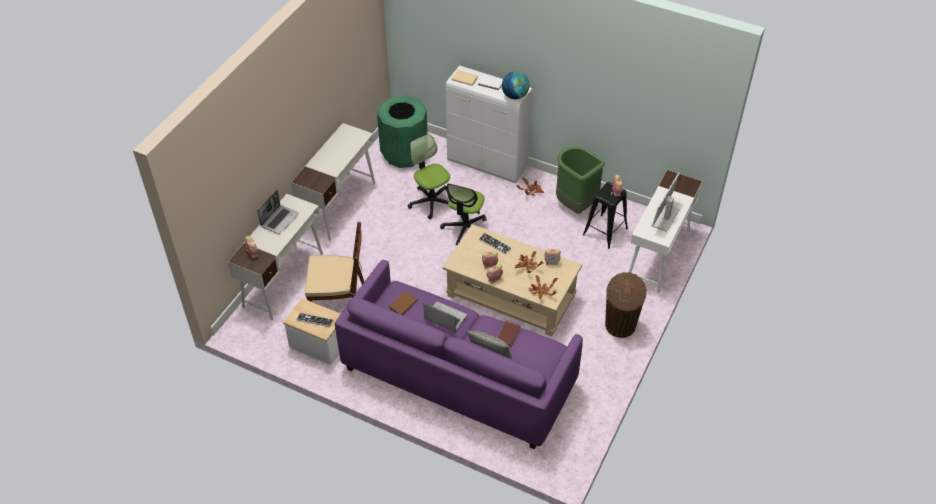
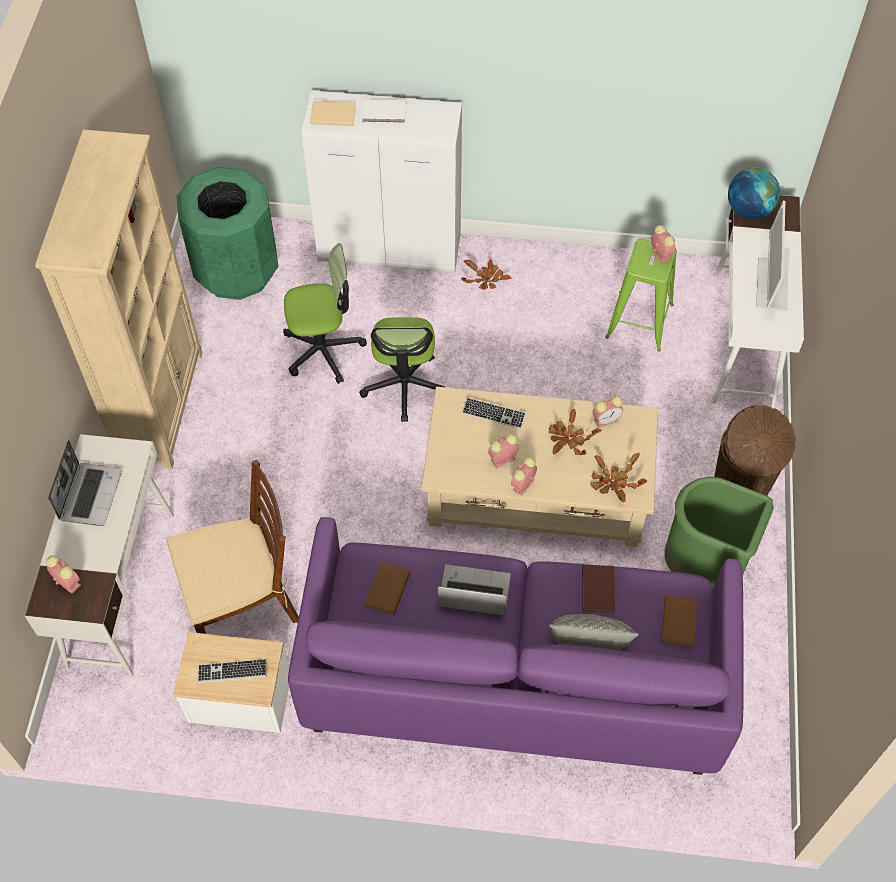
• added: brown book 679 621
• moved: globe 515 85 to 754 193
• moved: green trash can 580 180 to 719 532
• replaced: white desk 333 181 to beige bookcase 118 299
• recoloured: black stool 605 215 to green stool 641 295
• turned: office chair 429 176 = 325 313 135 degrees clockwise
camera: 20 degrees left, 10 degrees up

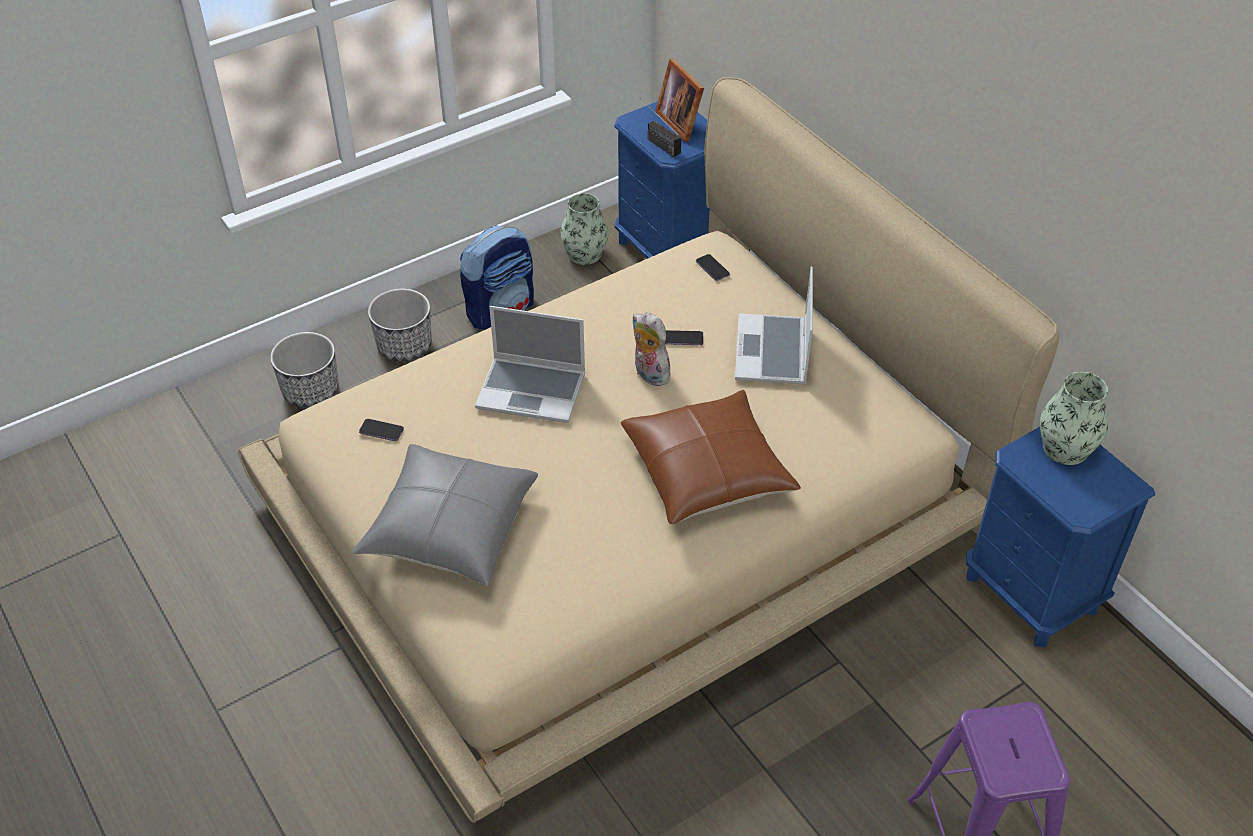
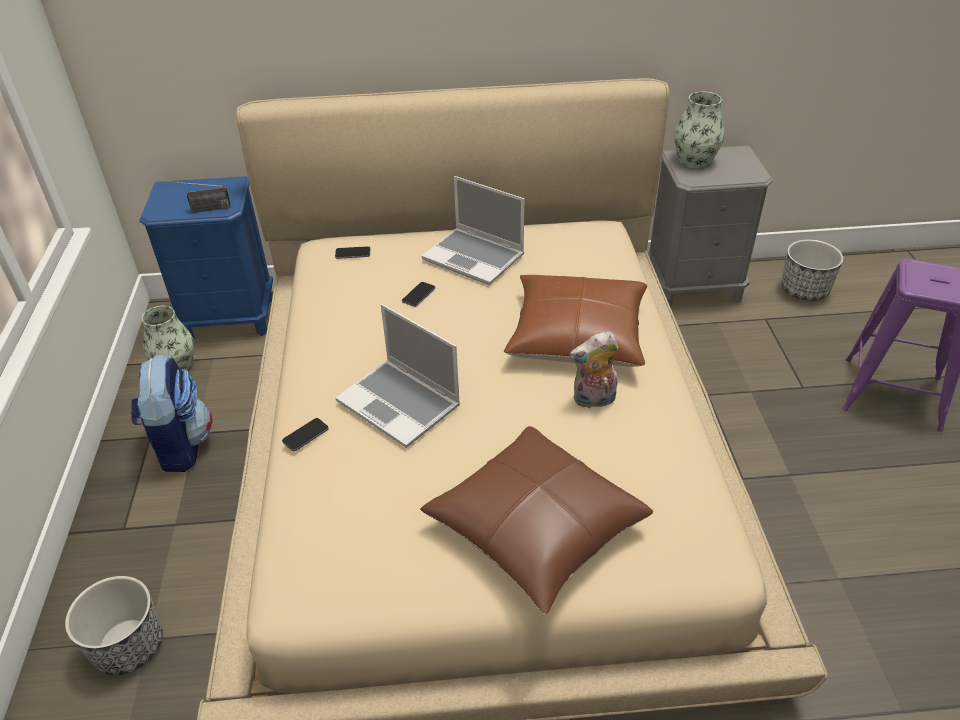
• removed: picture frame 679 100
• moved: phone 381 430 to 305 434
• moved: planter 400 325 to 812 270
• moved: plush toy 651 349 to 594 369
• recoloured: grey pillow 445 515 to brown pillow 536 520
• recoloured: blue nightstand 1061 537 to grey nightstand 710 226
• turned: laptop 530 364 = 397 376 90 degrees clockwise
camera: 60 degrees left, 5 degrees down

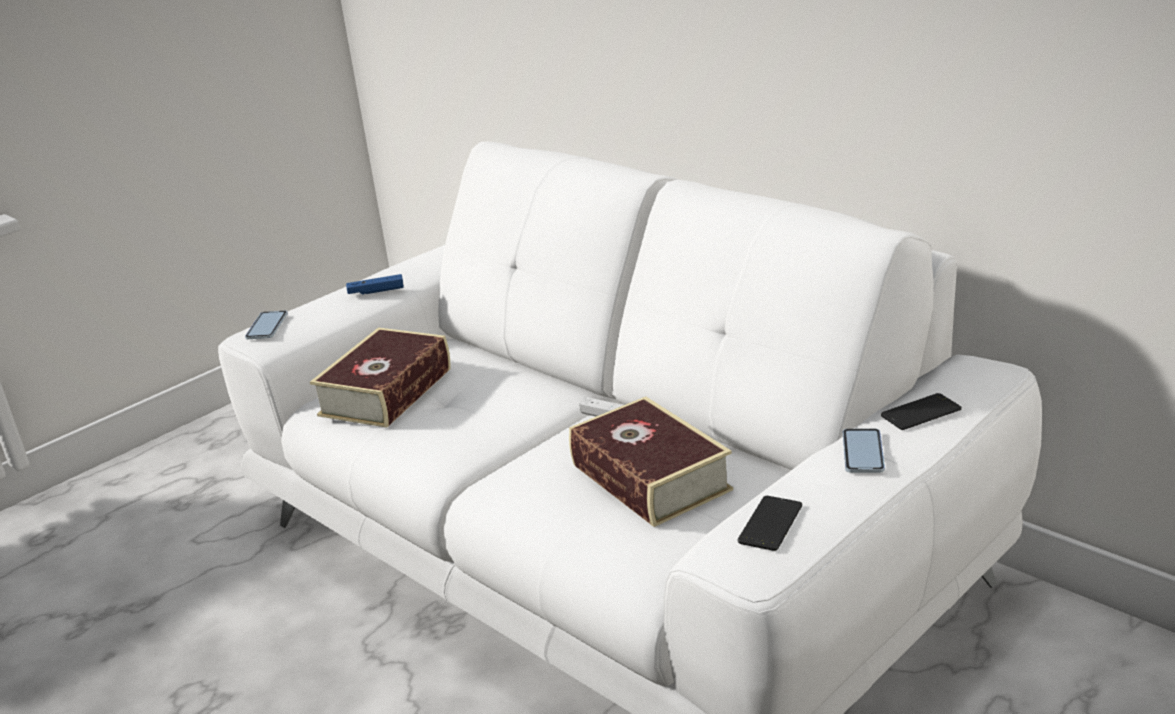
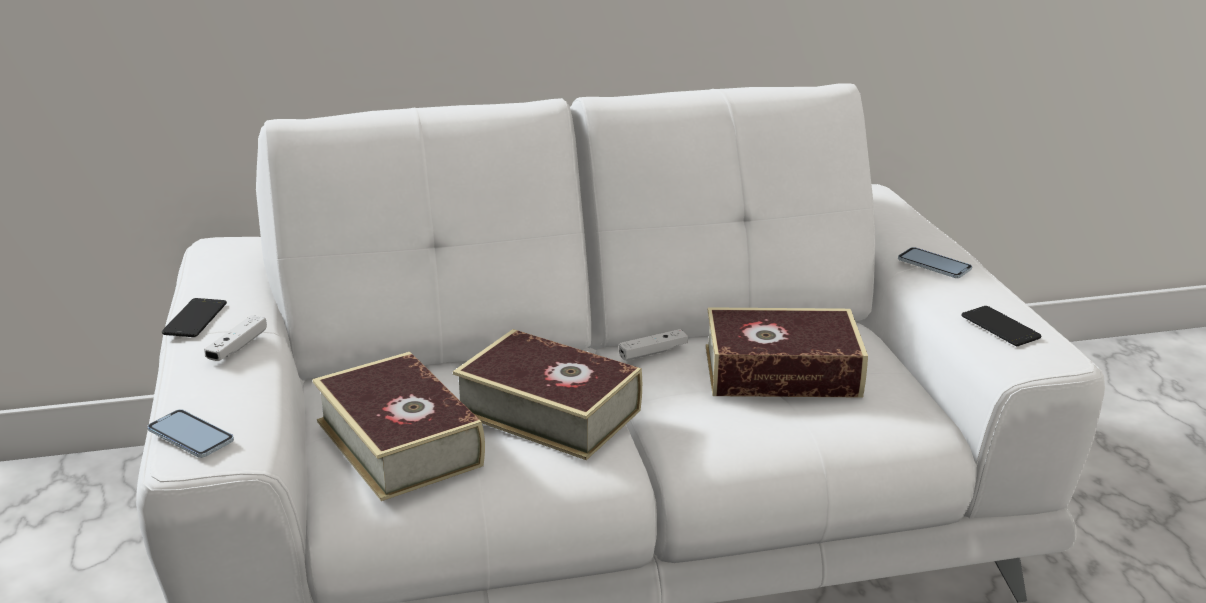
• added: book 547 394
• moved: phone 921 411 to 194 317
• recoloured: blue game controller 375 284 to white game controller 235 338
camera: 60 degrees left, 0 degrees up

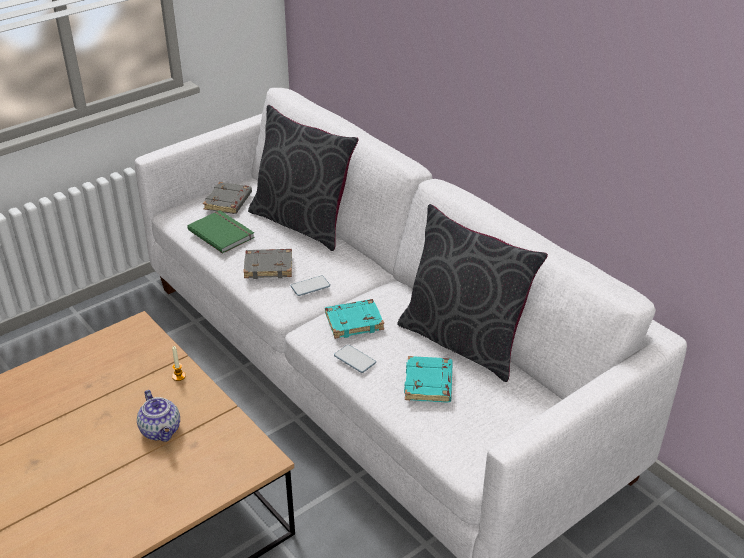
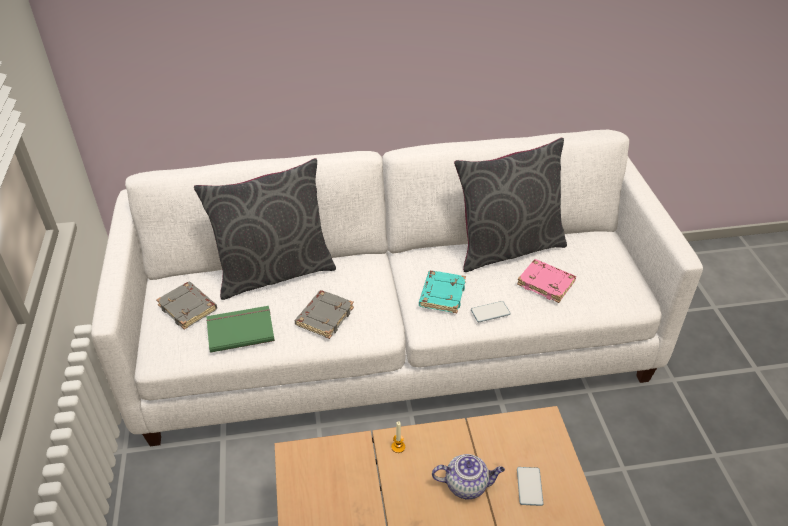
• moved: phone 310 285 to 530 486
• recoloured: turquoise book 428 379 to pink book 546 281
camera: 60 degrees left, 5 degrees up

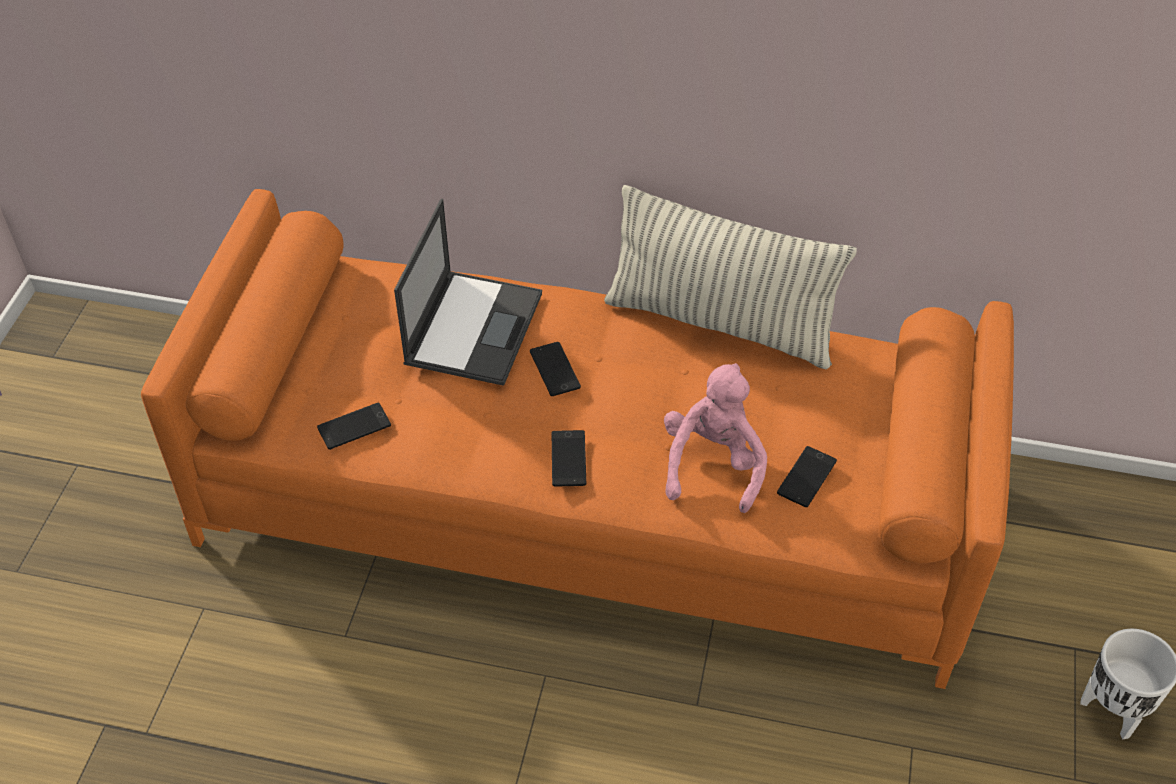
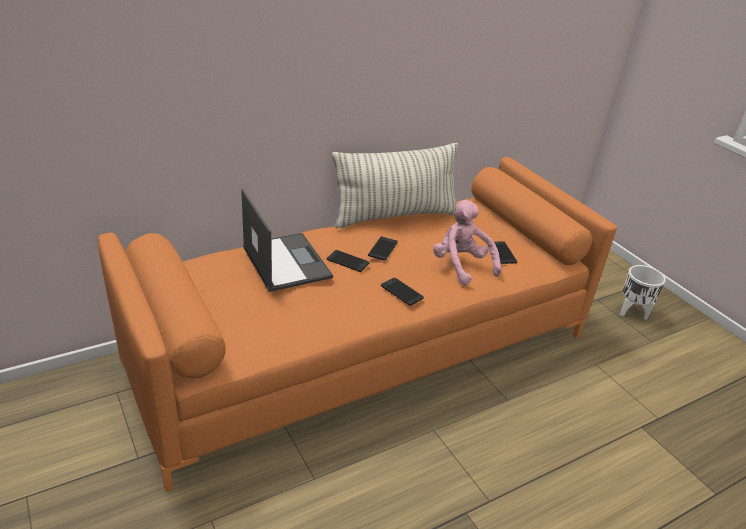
• moved: phone 354 426 to 383 249
camera: 45 degrees left, 15 degrees down

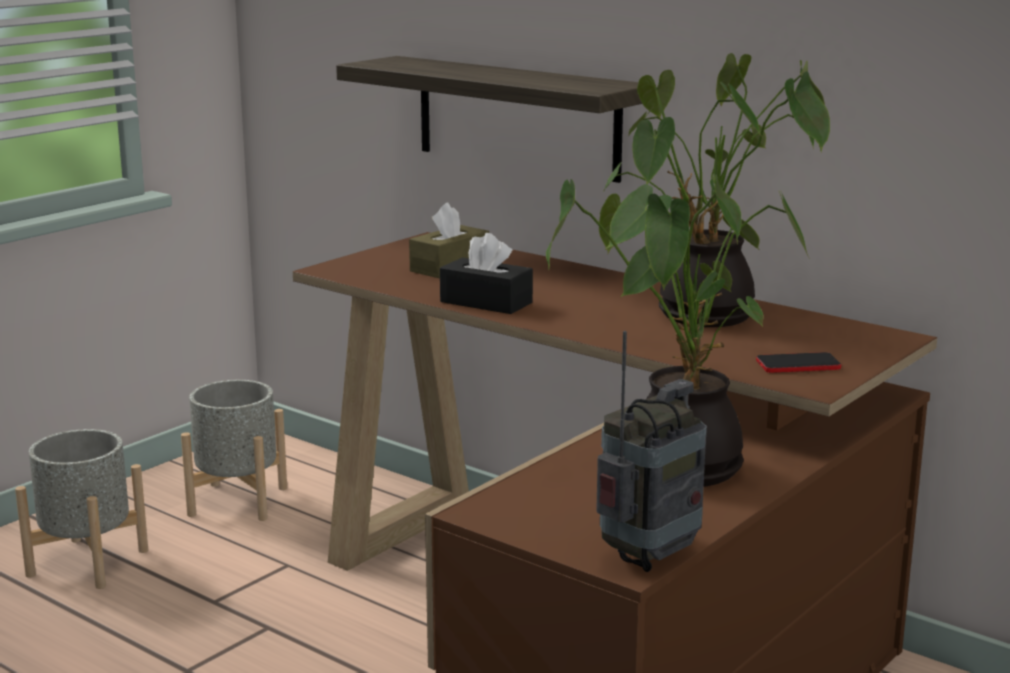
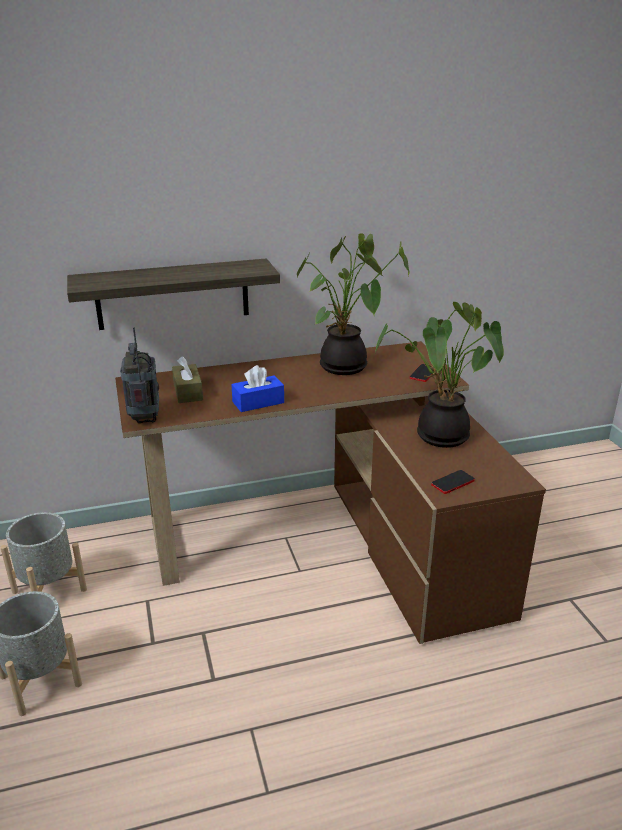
• added: phone 453 482
• moved: radio 651 451 to 139 375
• recoloured: black tissue box 486 273 to blue tissue box 257 388
camera: 55 degrees left, 10 degrees up

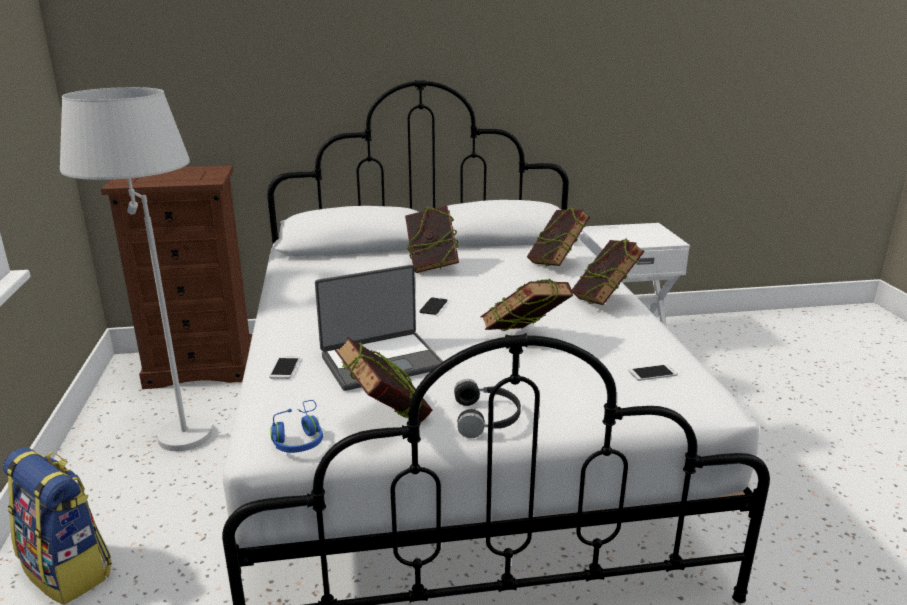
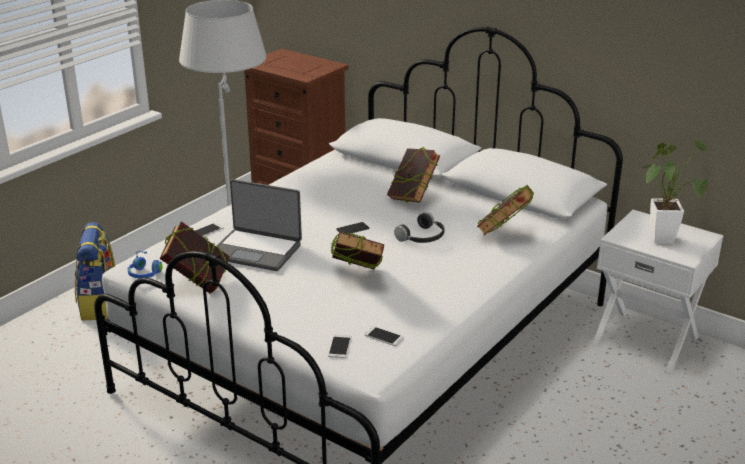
• removed: book 608 272
• added: phone 339 346
• added: potted plant 674 191
• moved: black headphones 487 408 to 419 227
camera: 45 degrees right, 5 degrees up

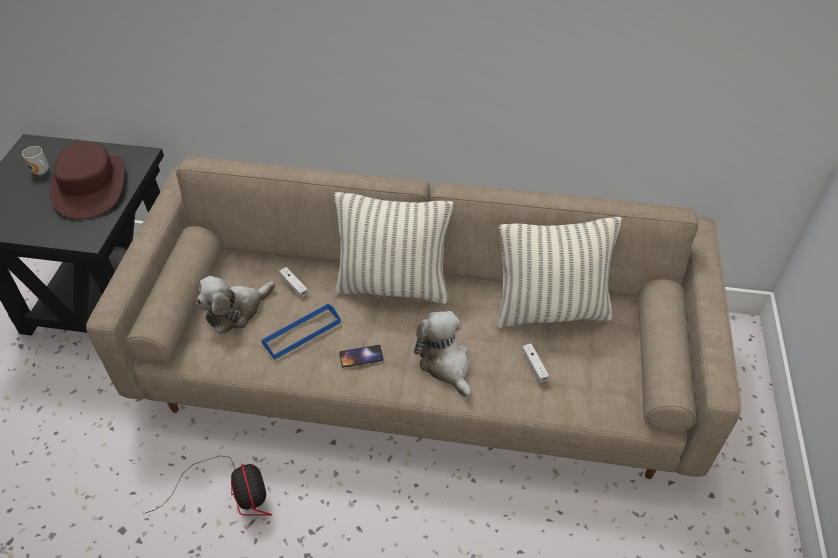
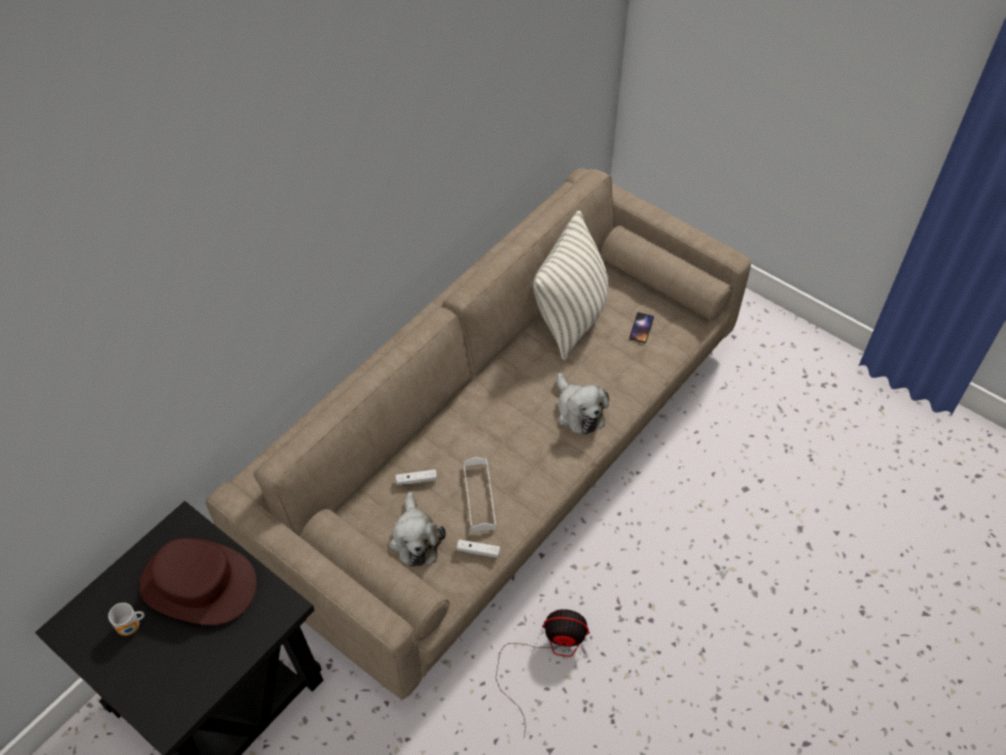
• removed: pillow 393 248
• moved: phone 361 356 to 641 327
• moved: white game controller 535 363 to 478 549
• recoloured: blue tray 301 331 to white tray 479 494
• turned: plush toy 442 354 = 583 403 120 degrees counterclockwise
camera: 60 degrees left, 5 degrees up

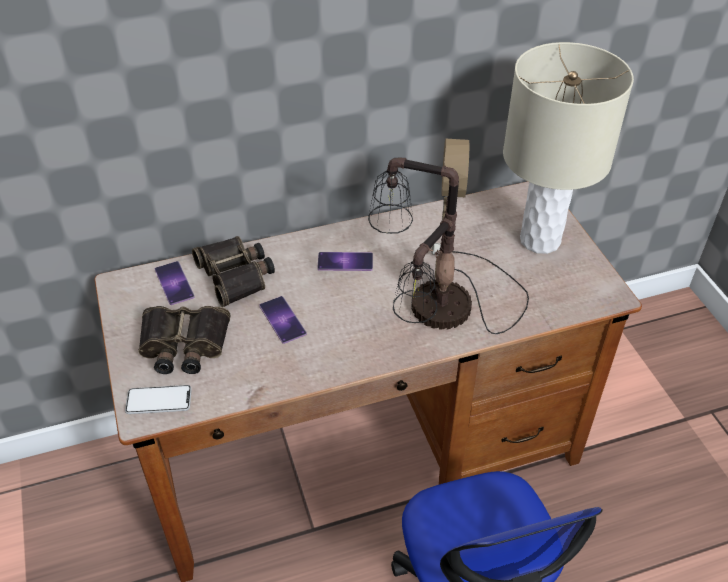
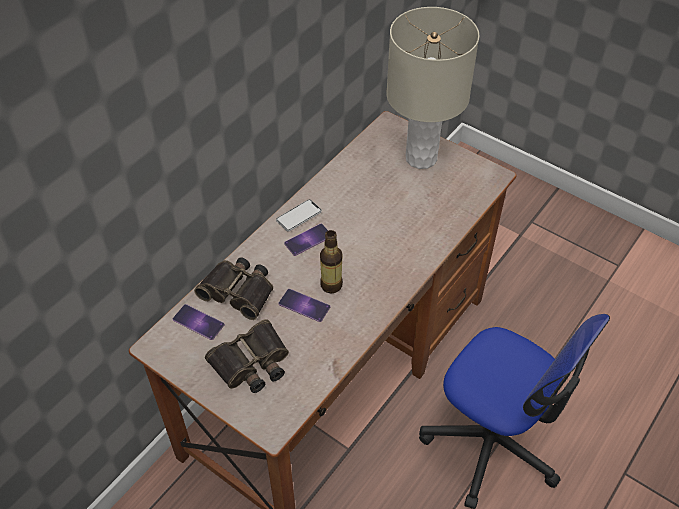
• removed: table lamp 448 236
• added: bottle 331 261
• moved: phone 158 399 to 299 215
camera: 35 degrees left, 5 degrees up

